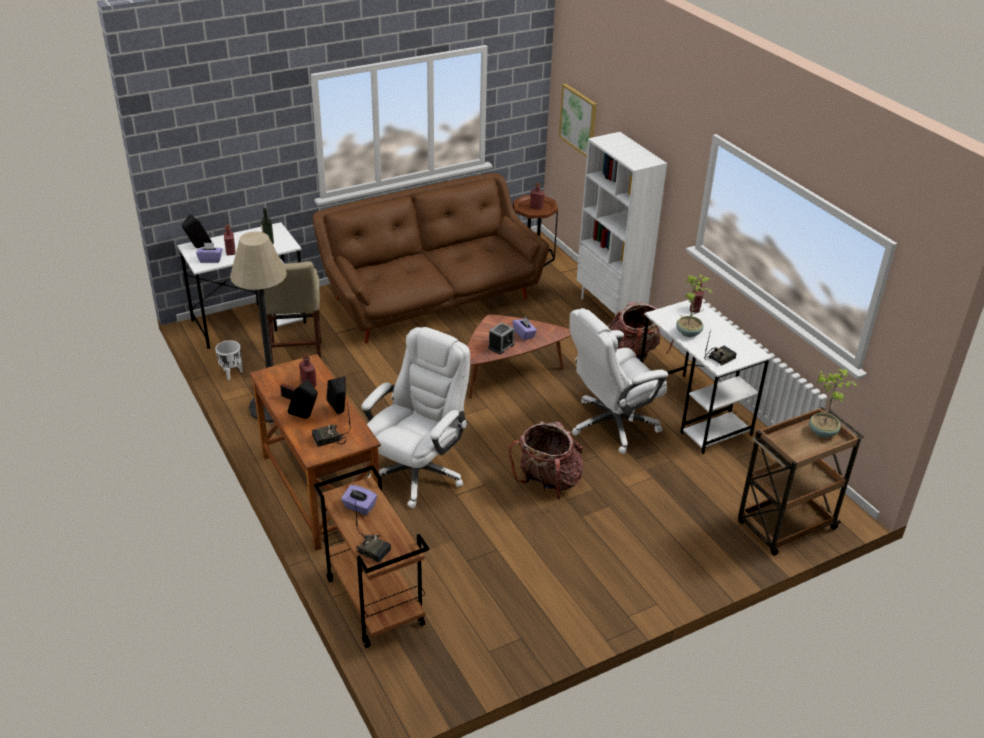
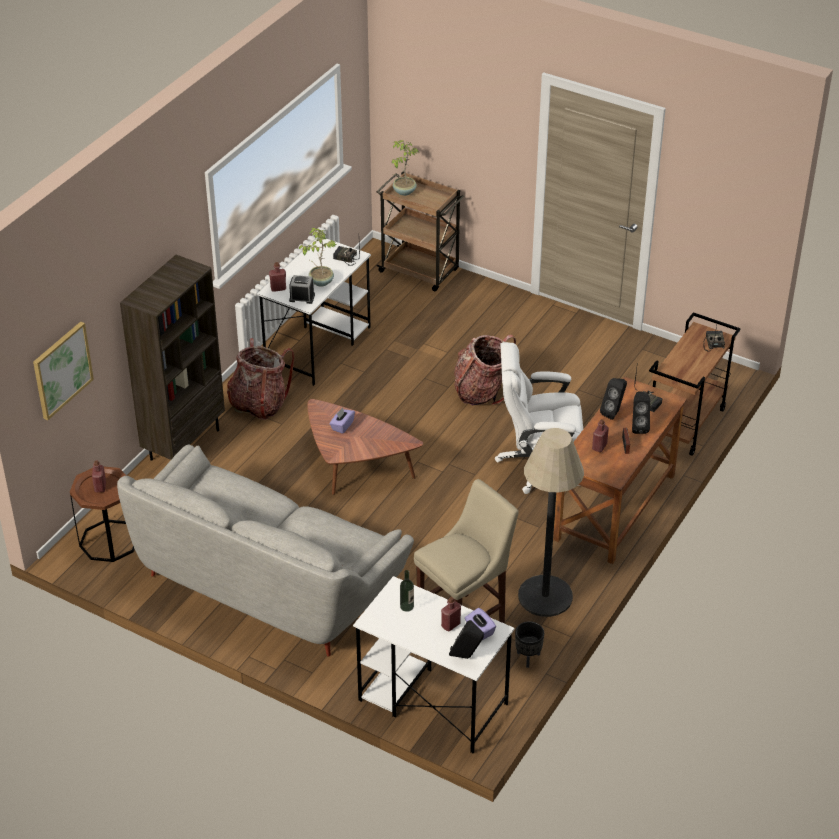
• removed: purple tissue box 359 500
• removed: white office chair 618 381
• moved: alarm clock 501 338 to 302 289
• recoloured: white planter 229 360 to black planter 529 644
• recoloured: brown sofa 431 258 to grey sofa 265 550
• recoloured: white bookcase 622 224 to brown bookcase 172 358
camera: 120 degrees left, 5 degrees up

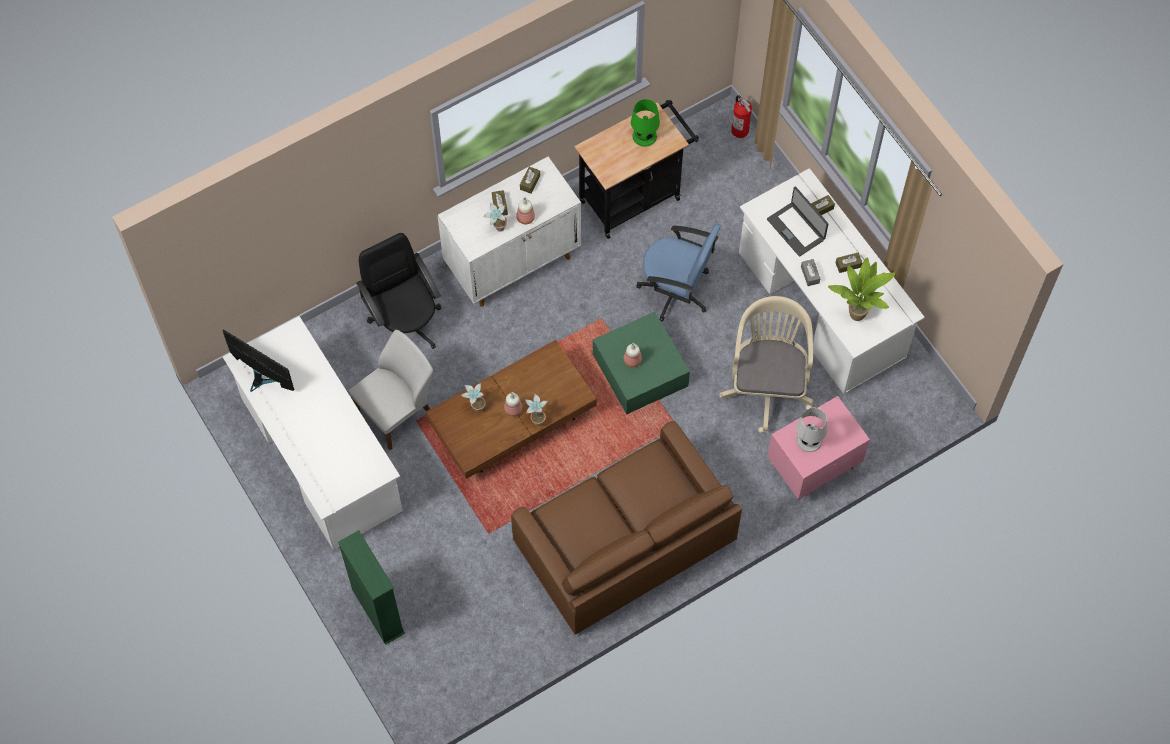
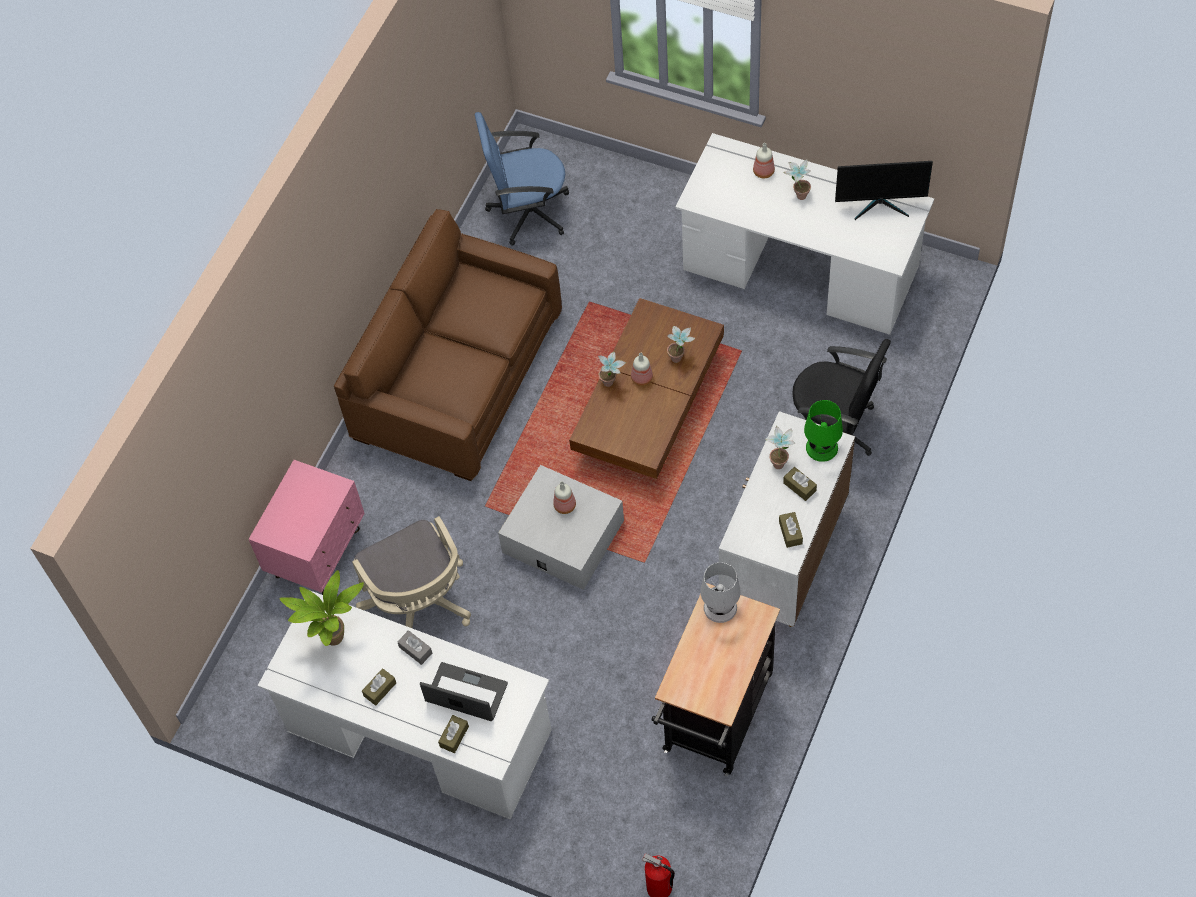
• removed: green bookcase 371 587
• removed: white chair 391 390
• added: potted plant 797 179
• moved: bottle 525 210 to 764 161
• moved: green table lamp 645 123 to 823 431
• moved: blue office chair 678 273 to 522 179
• moved: white table lamp 811 430 to 720 592
• recoloured: green storage box 641 363 to white storage box 561 527
camera: 150 degrees right, 5 degrees down

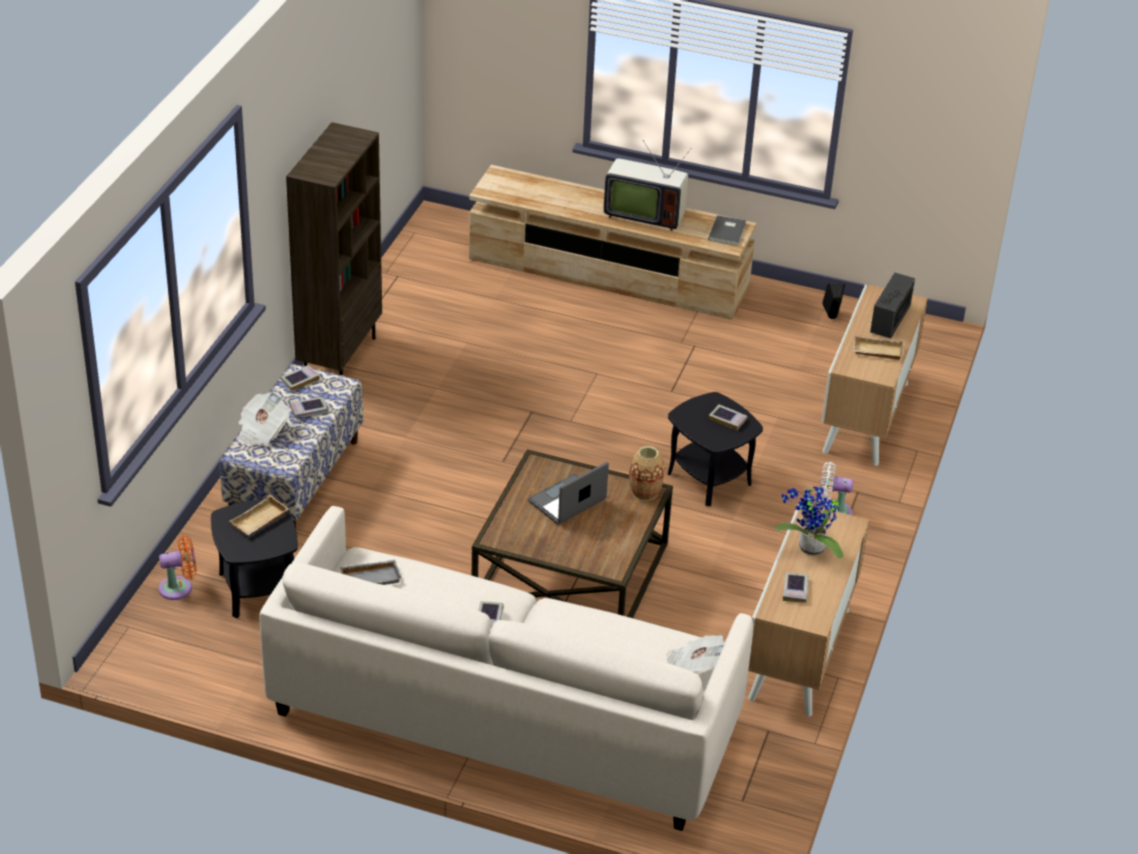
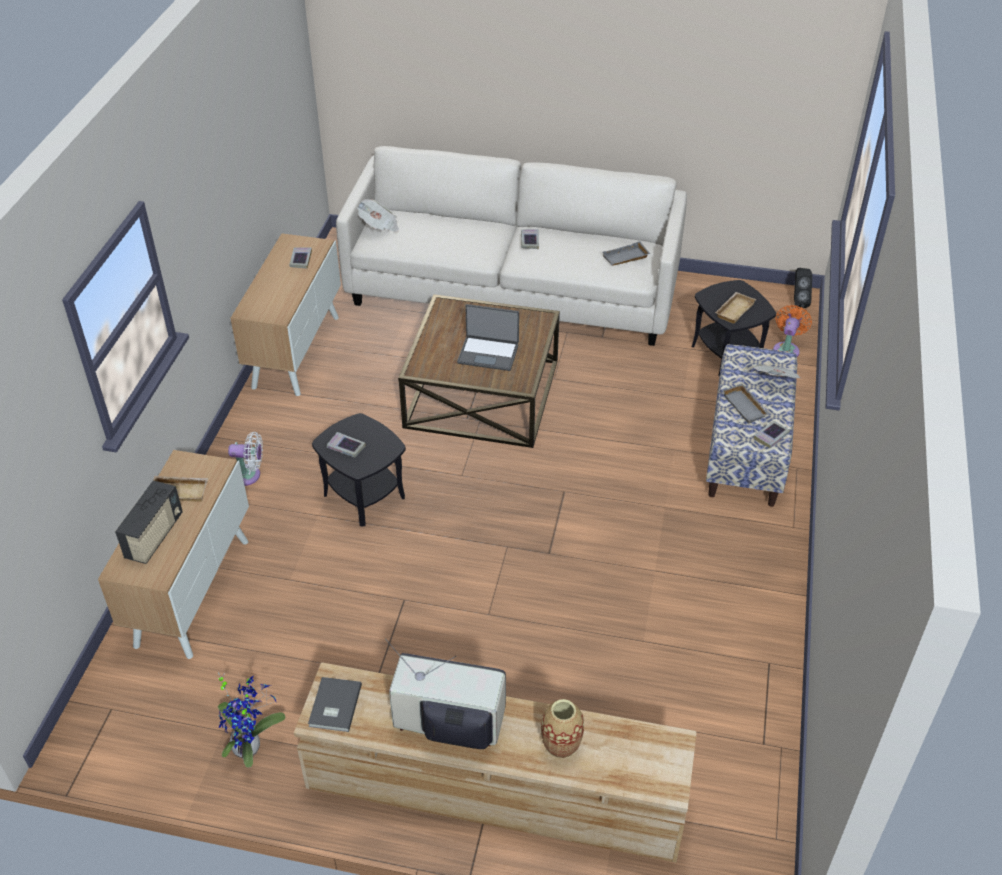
• removed: brown bookcase 334 248
• moved: vase 647 473 to 562 729
• moved: potted plant 809 520 to 252 720
• moved: black speaker 833 301 to 803 288
• replaced: book 309 407 to grey tray 746 403
• turned: orange fan 178 567 = 792 331 135 degrees clockwise
• turned: laptop 568 493 = 488 337 60 degrees clockwise
camera: 175 degrees right, 5 degrees up

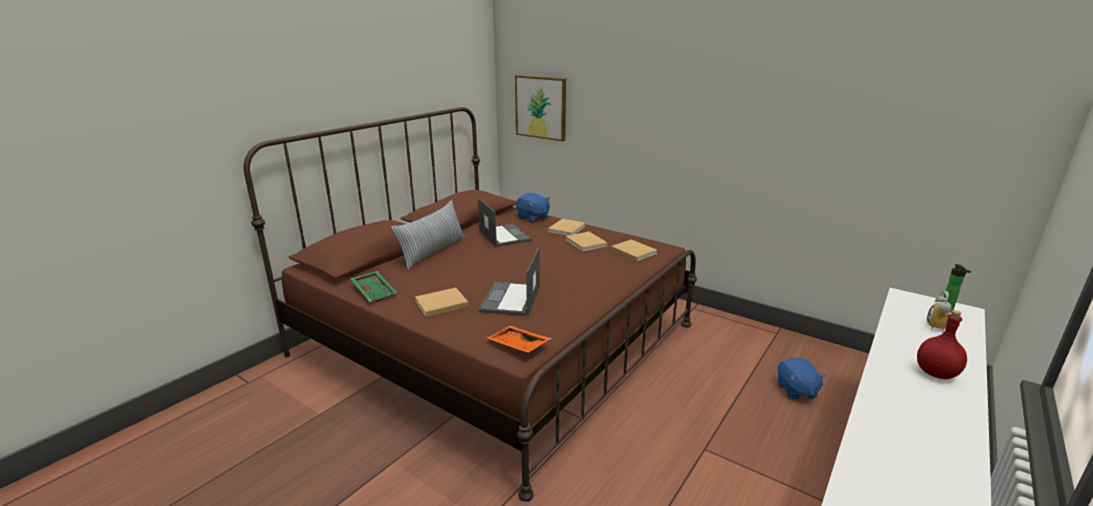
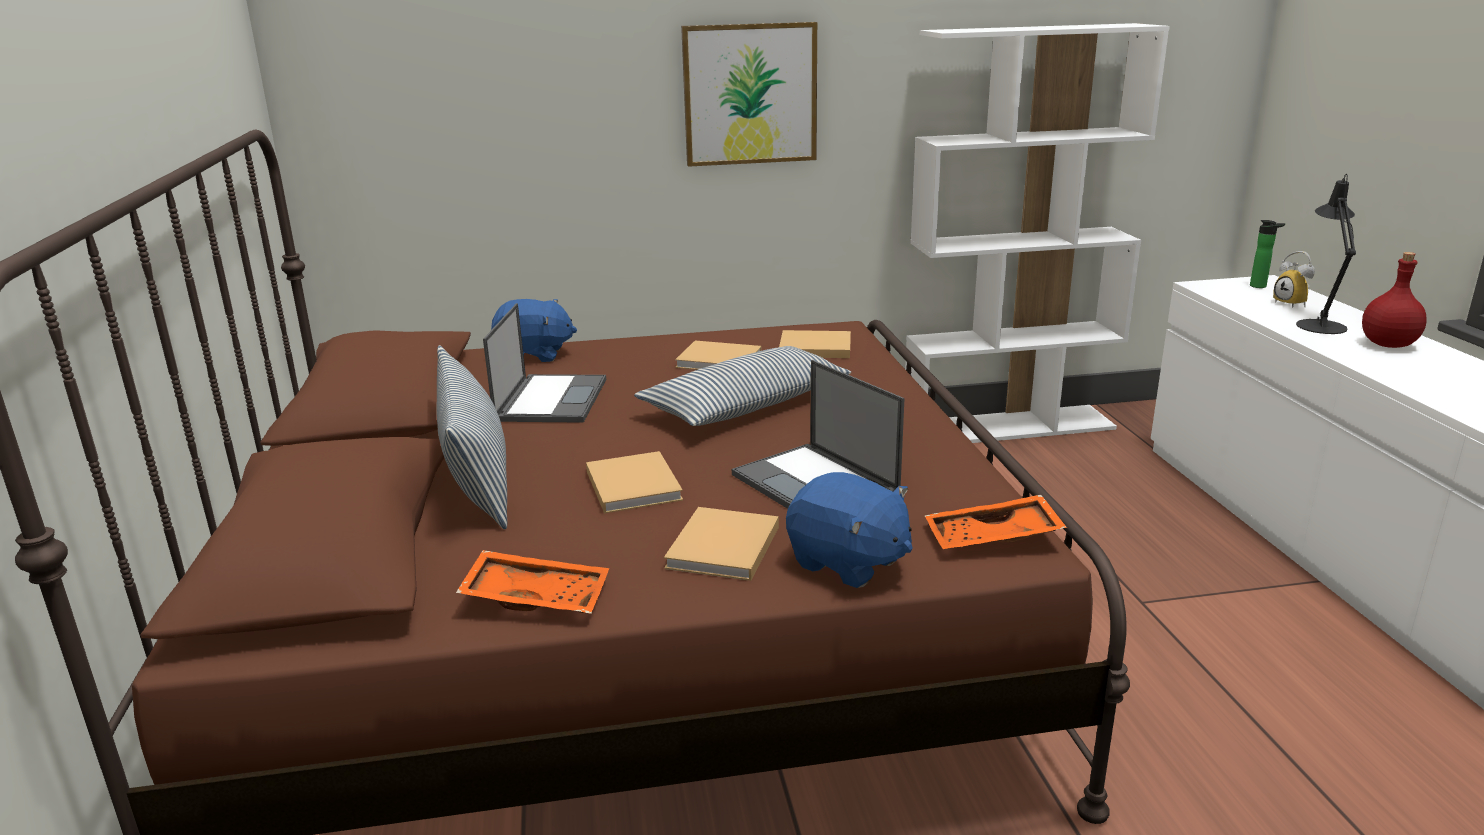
• added: pillow 742 386
• added: white bookcase 1037 233
• added: black table lamp 1326 254
• moved: picture 540 108 to 749 94
• moved: beige book 566 227 to 634 482
• moved: blue plush toy 802 379 to 849 530
• recoloured: green tray 373 286 to orange tray 532 582
• turned: laptop 505 222 = 544 363 75 degrees clockwise
camera: 45 degrees left, 0 degrees up

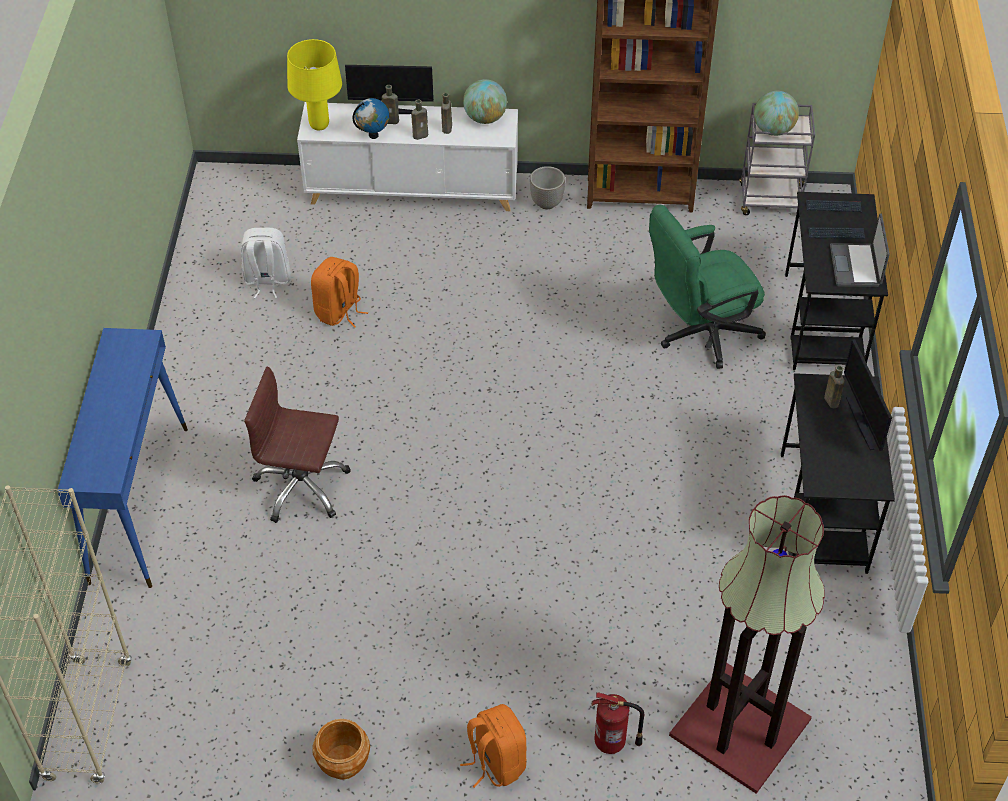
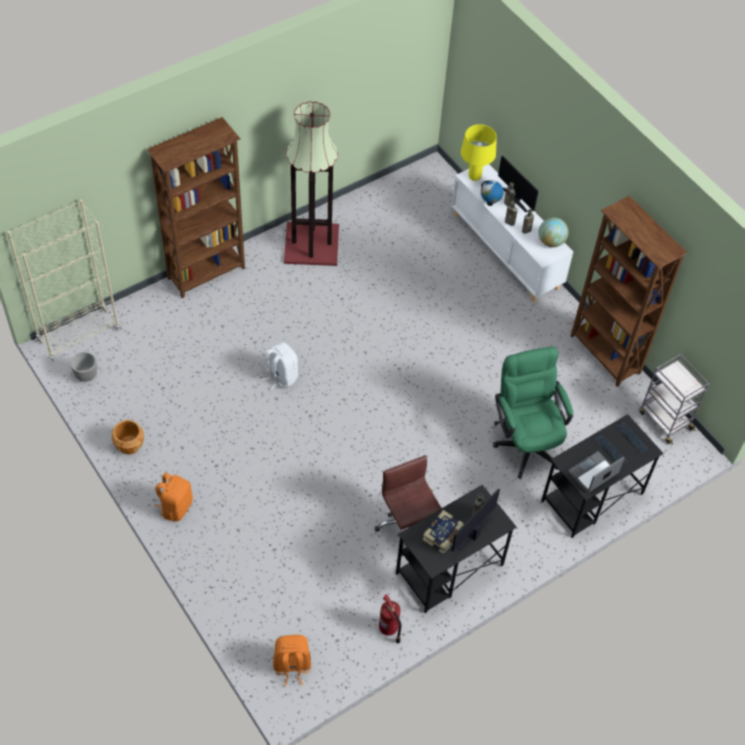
• removed: globe 776 113
• added: book 443 531
• moved: white backpack 266 263 to 280 366
• moved: brown office chair 297 445 to 408 505
• moved: orange backpack 339 292 to 292 661
• moved: planter 547 187 to 83 367
• moved: fire extinguisher 618 723 to 390 618
• moved: floor lamp 747 644 to 311 183
• replaced: blue console table 122 458 to brown bookcase 196 207
• turned: green office chair 707 287 = 533 412 45 degrees clockwise
camera: 50 degrees right, 5 degrees up

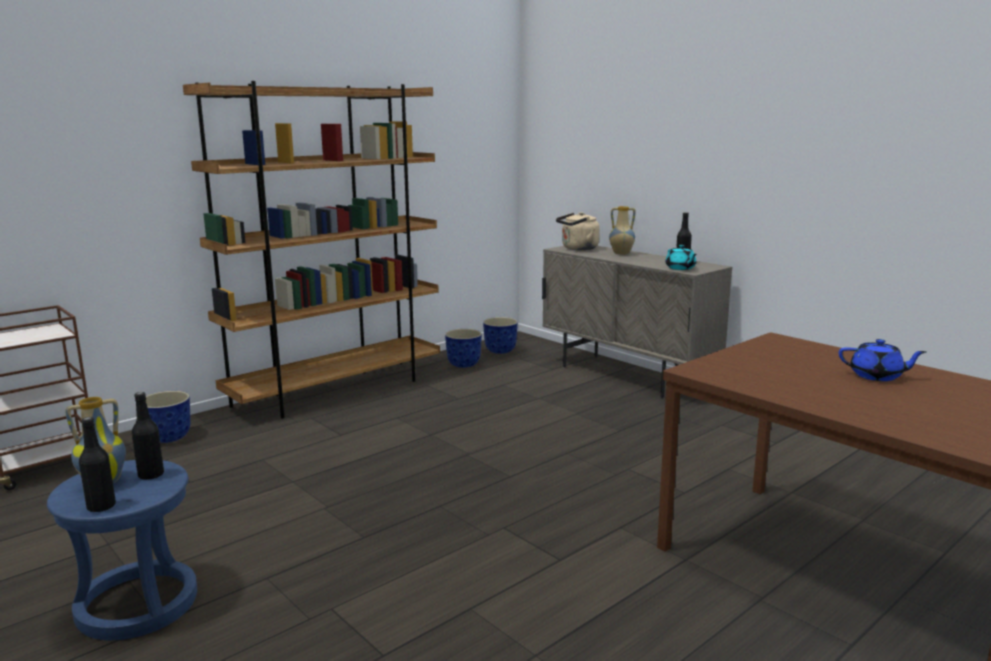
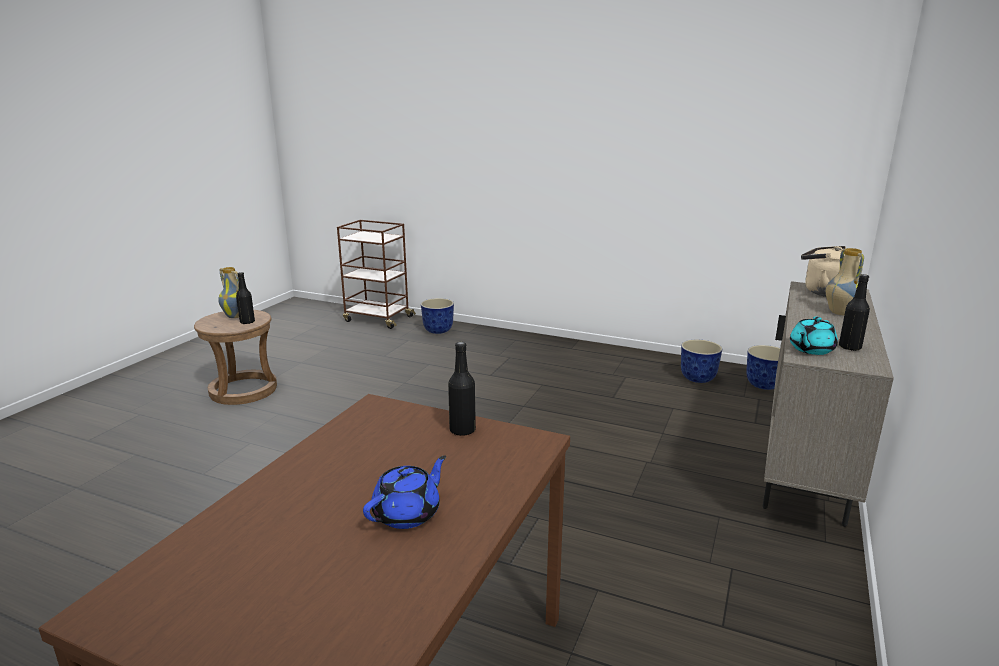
• removed: brown bookcase 311 250
• moved: black bottle 97 464 to 462 389
• recoloured: blue stool 122 550 to brown stool 235 357
• turned: blue teapot 882 360 = 404 492 135 degrees counterclockwise
camera: 65 degrees right, 5 degrees up

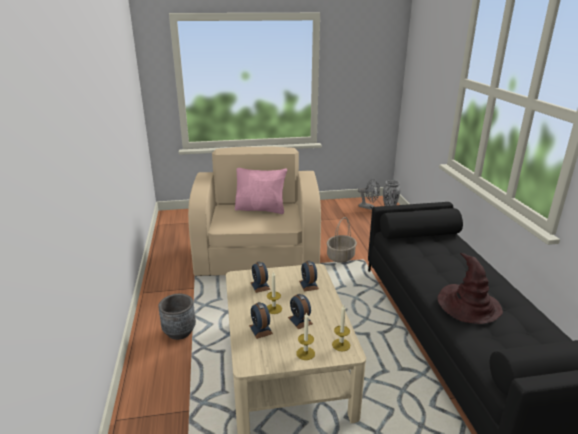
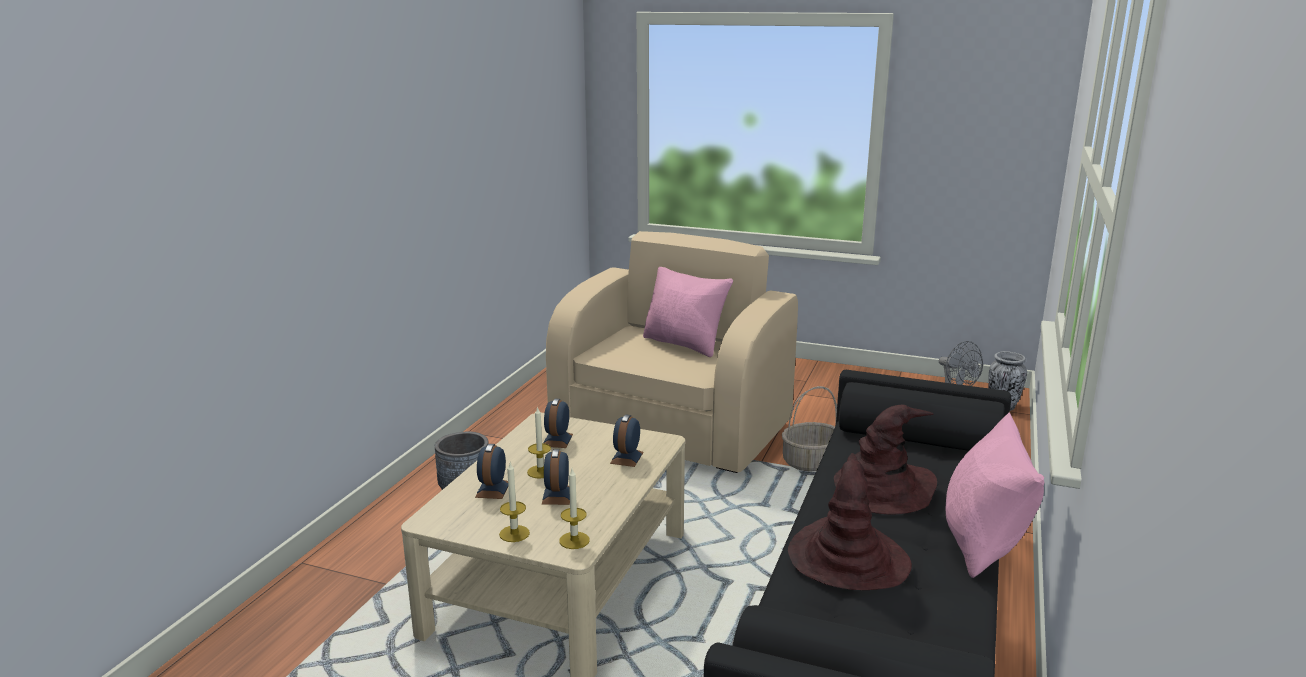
• added: brown hat 885 460
• added: pink pillow 995 495
camera: 30 degrees right, 5 degrees down

